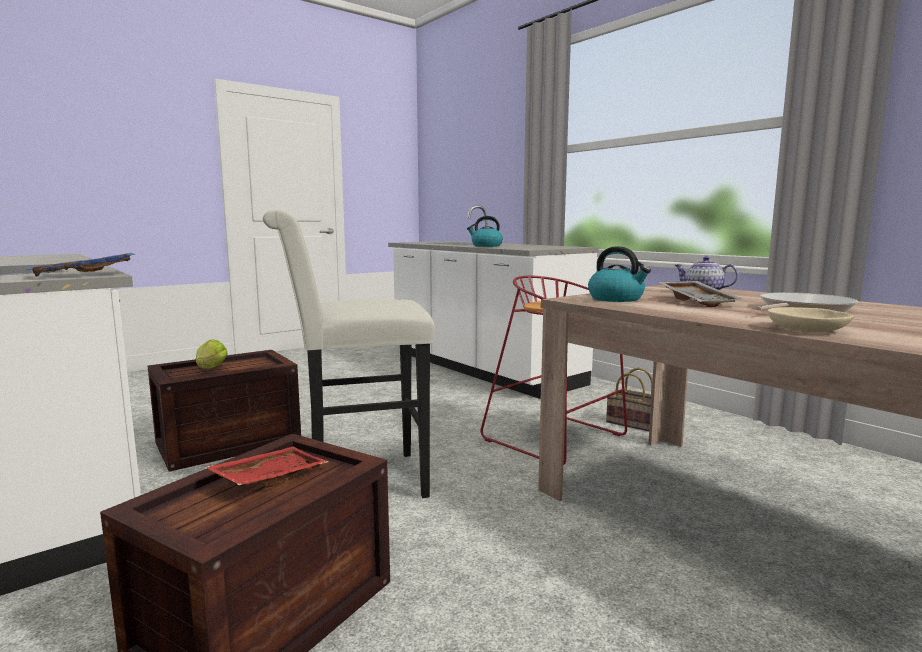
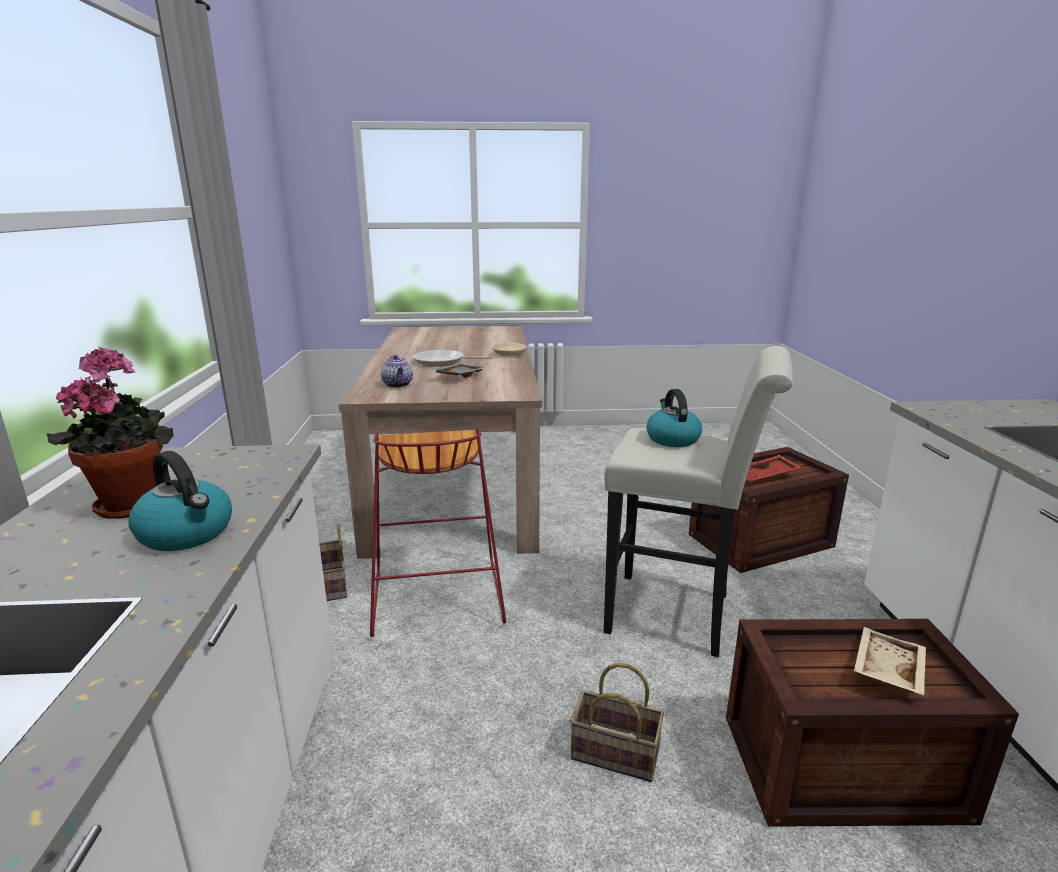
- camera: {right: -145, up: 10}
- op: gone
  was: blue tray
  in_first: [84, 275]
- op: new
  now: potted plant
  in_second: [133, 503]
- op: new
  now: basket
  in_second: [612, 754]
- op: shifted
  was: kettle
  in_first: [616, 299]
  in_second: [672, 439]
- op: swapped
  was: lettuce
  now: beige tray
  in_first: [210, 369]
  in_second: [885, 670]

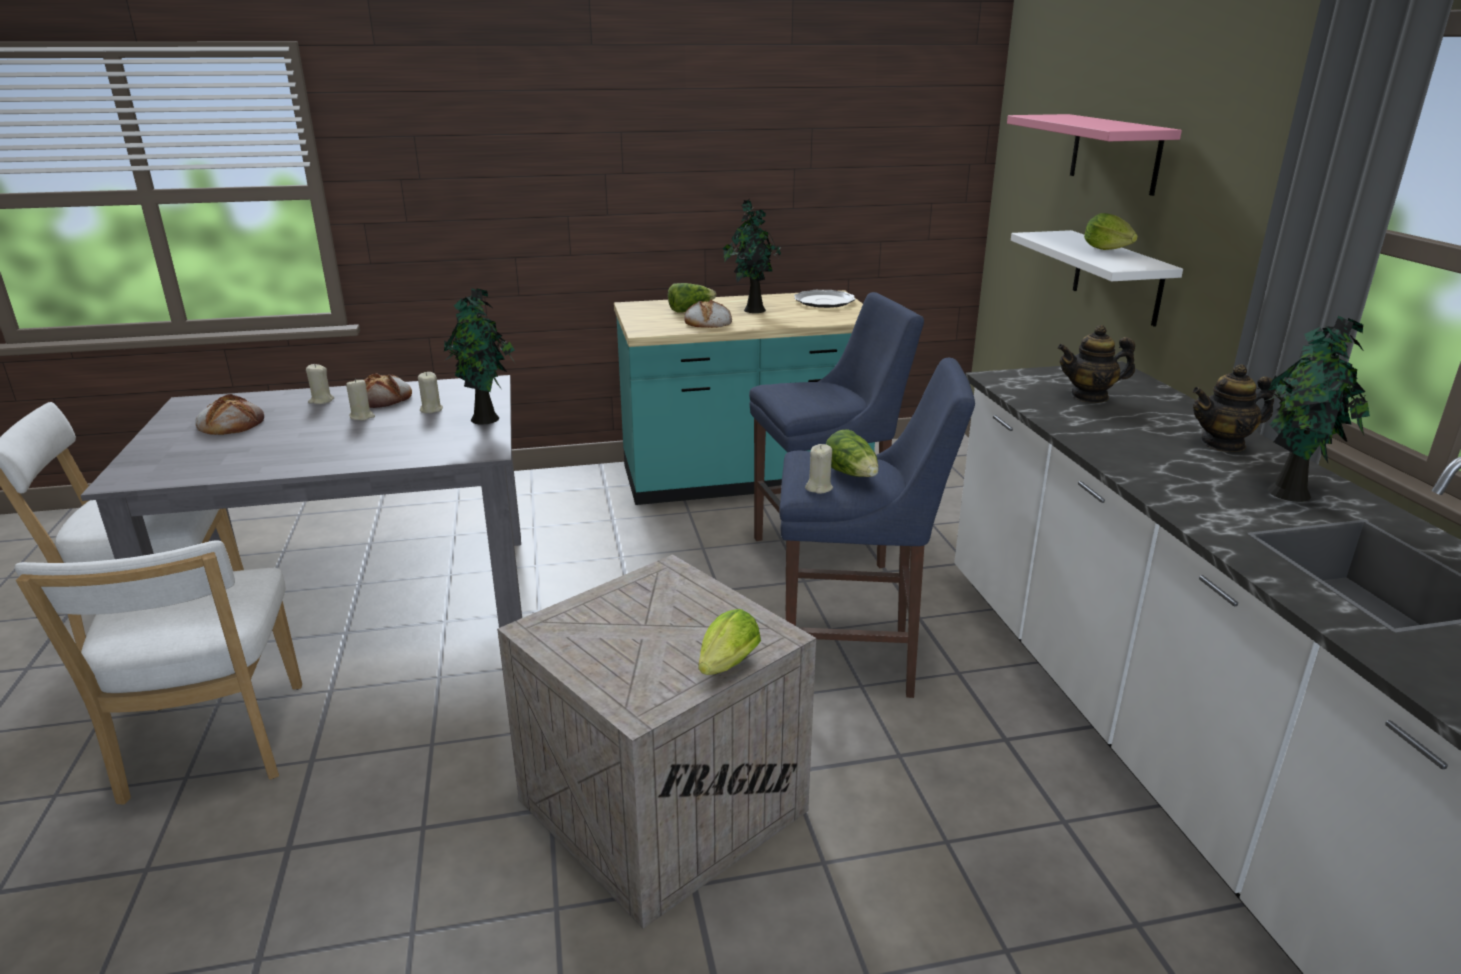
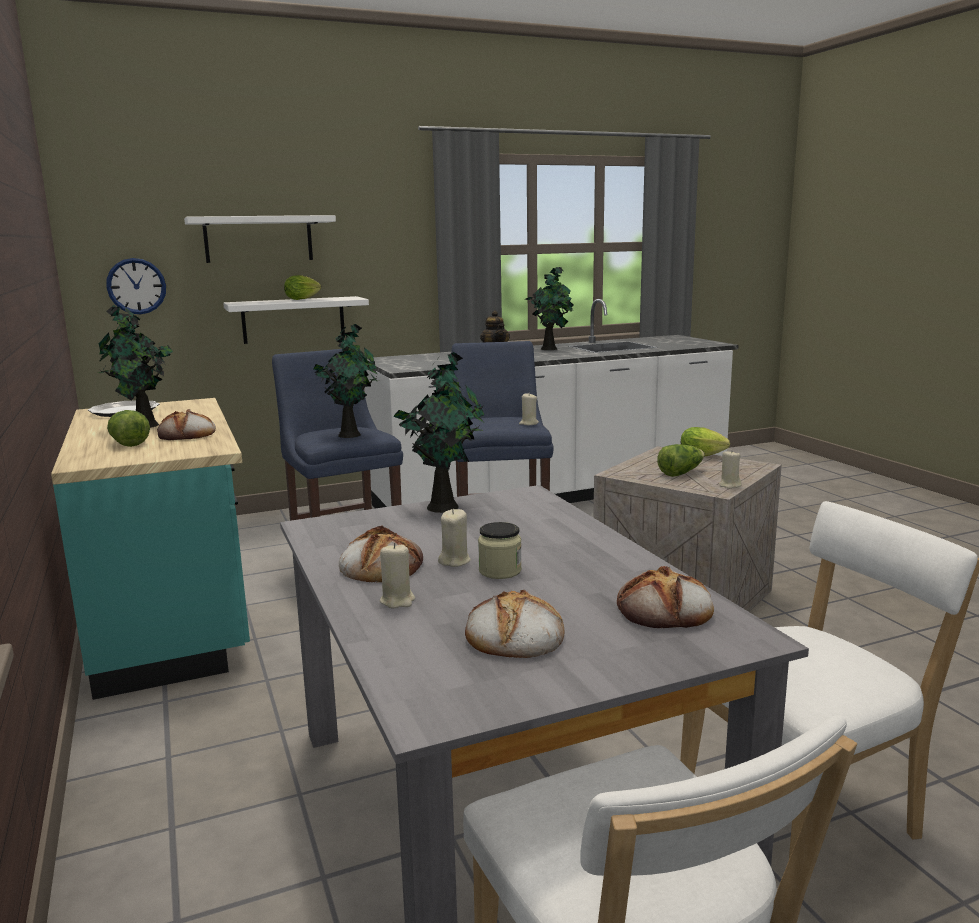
- camera: {right: -100, up: -10}
- op: gone
  was: teapot
  in_first: [1089, 396]
- op: new
  now: wall clock
  in_second: [136, 286]
- op: new
  now: potted plant
  in_second: [350, 434]
- op: new
  now: jar
  in_second: [500, 571]
- op: new
  now: bread
  in_second: [665, 610]
- op: shifted
  was: beige candle
  in_first: [431, 409]
  in_second: [729, 485]
- op: shifted
  was: lettuce
  in_first: [852, 475]
  in_second: [680, 473]
- op: repainted
  was: pink shelf
  now: white shelf
  in_first: [1115, 153]
  in_second: [258, 239]

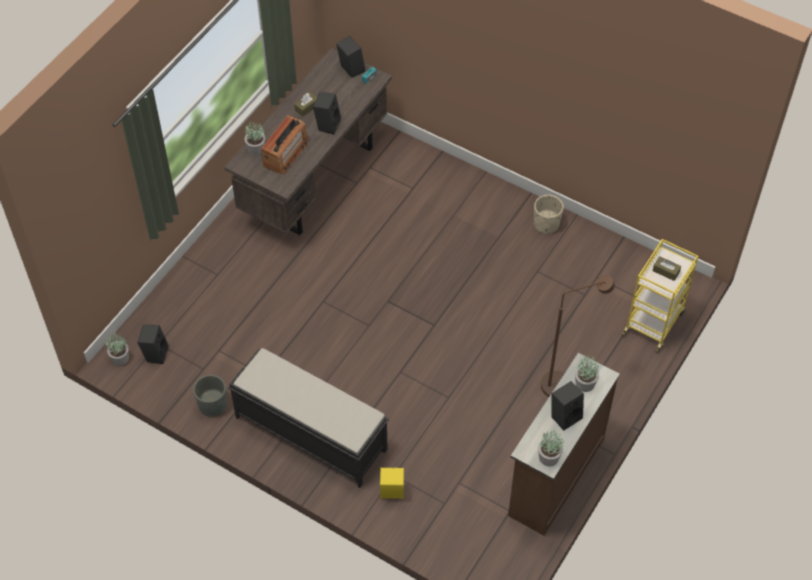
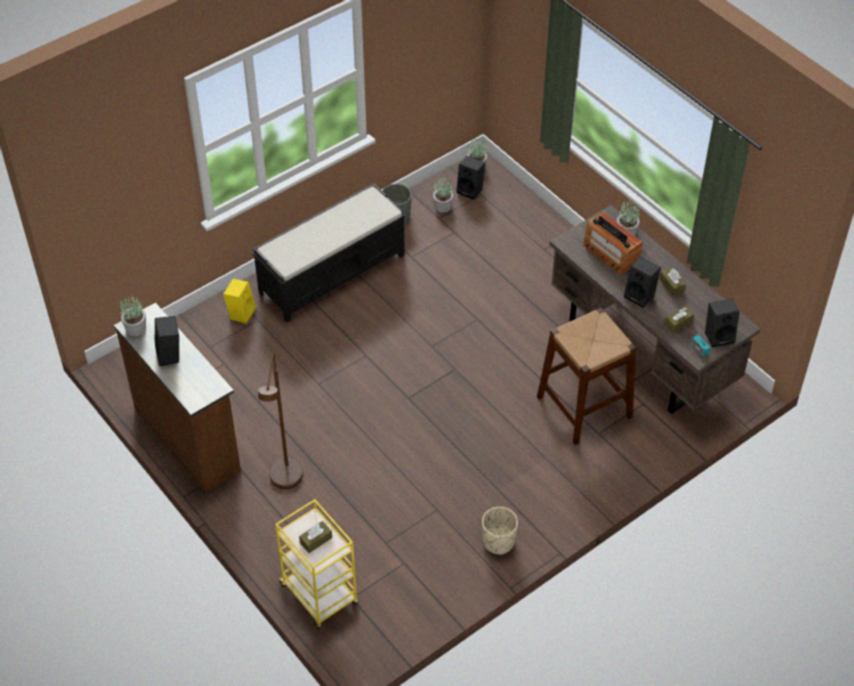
- camera: {right: 110, up: -5}
- op: new
  now: brown stool
  in_second: [584, 407]
- op: new
  now: brown tissue box
  in_second: [678, 323]
- op: shifted
  was: potted plant
  in_first: [584, 383]
  in_second: [443, 206]

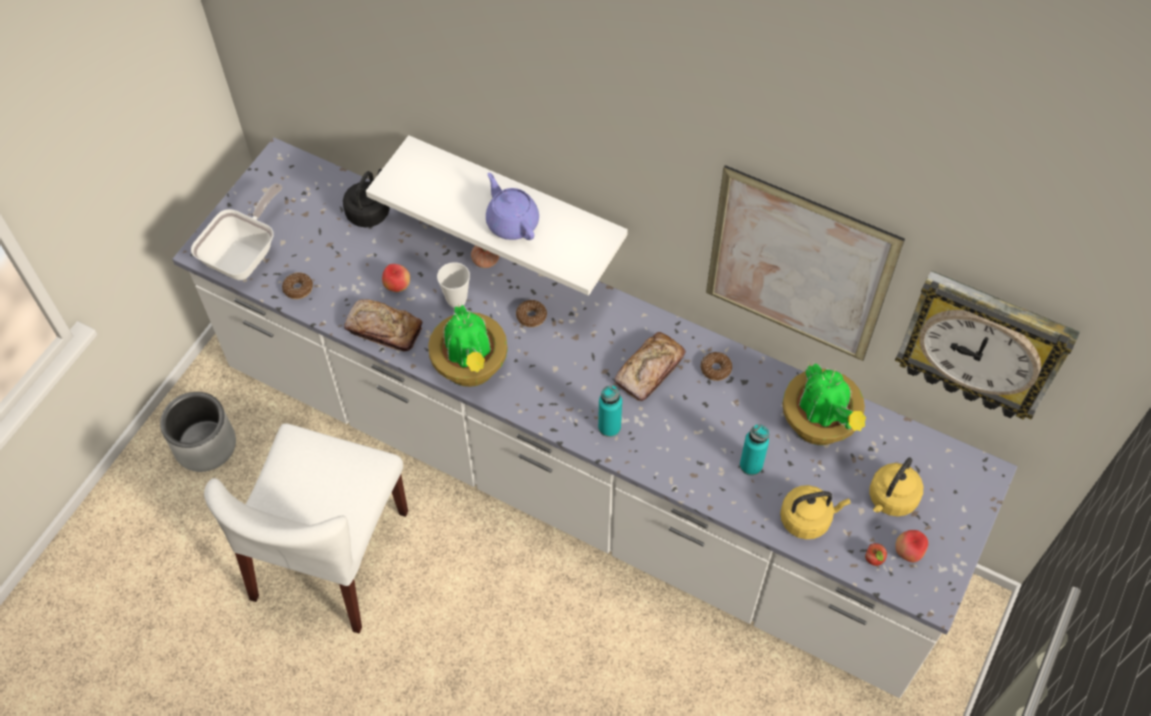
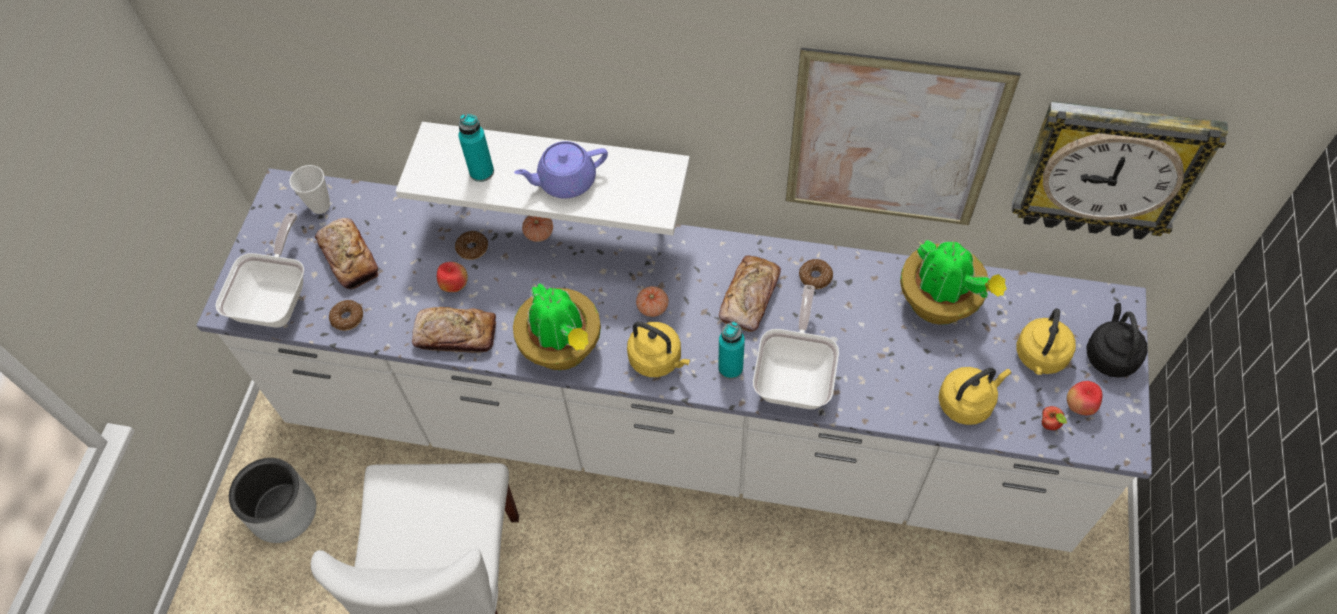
- camera: {right: -15, up: 0}
- op: new
  now: bread
  in_second: [349, 258]
- op: new
  now: yellow kettle
  in_second: [658, 360]
- op: new
  now: tomato
  in_second: [652, 307]
- op: new
  now: frying pan
  in_second: [796, 376]
- op: shifted
  was: black kettle
  in_first: [369, 211]
  in_second: [1110, 354]
- op: shifted
  was: cup
  in_first: [456, 300]
  in_second: [320, 206]
- op: shifted
  was: donut
  in_first: [531, 316]
  in_second: [472, 248]
- op: shifted
  was: turquoise bottle
  in_first: [751, 465]
  in_second: [481, 172]
- op: rotated
  was: purple teapot
  in_first: [512, 222]
  in_second: [565, 181]
  clockwise: -60

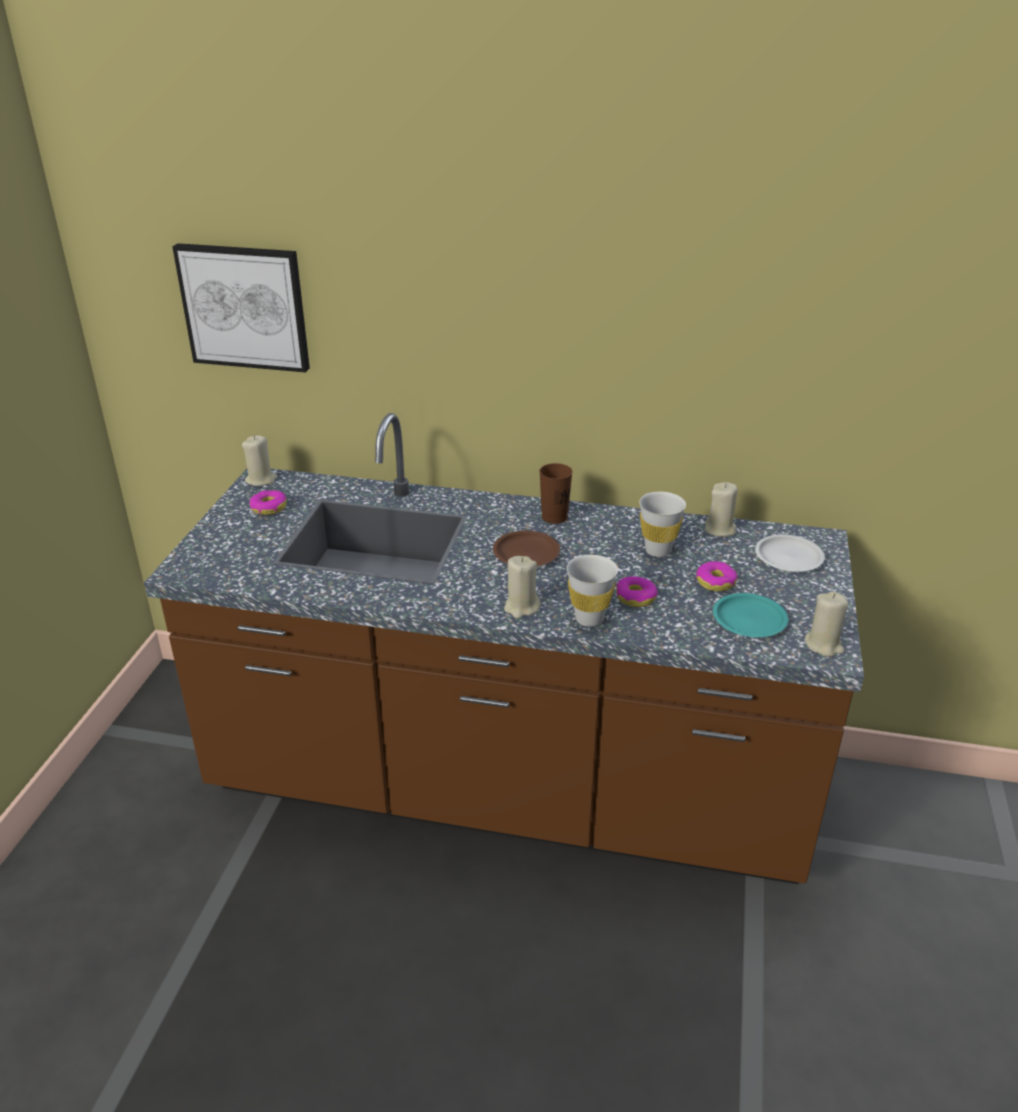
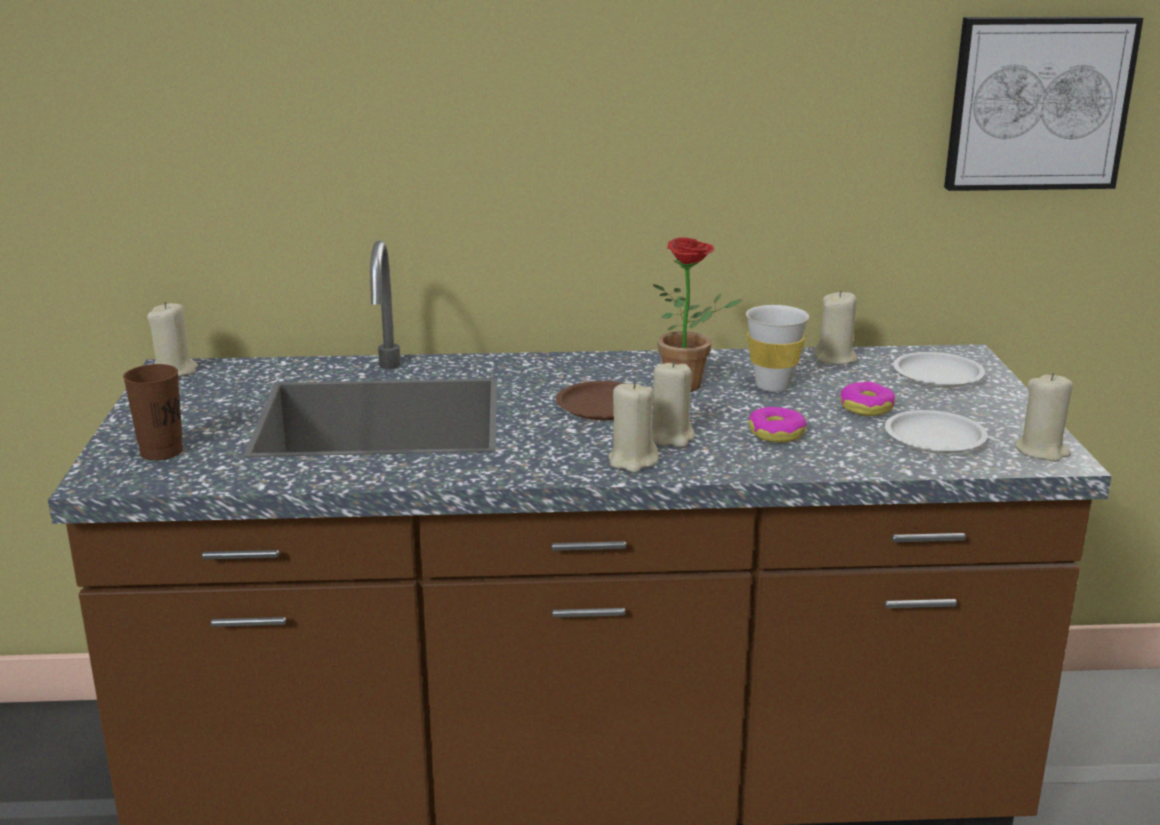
- camera: {right: -15, up: -10}
- op: gone
  was: donut
  in_first: [268, 508]
- op: gone
  was: white cup
  in_first: [589, 619]
- op: new
  now: beige candle
  in_second: [671, 437]
- op: new
  now: potted plant
  in_second: [691, 385]
- op: shifted
  was: picture
  in_first: [245, 307]
  in_second: [1038, 103]
- op: shifted
  was: brown cup
  in_first: [554, 517]
  in_second: [161, 451]
- op: repainted
  was: turquoise plate
  now: white plate
  in_first: [749, 620]
  in_second: [934, 438]

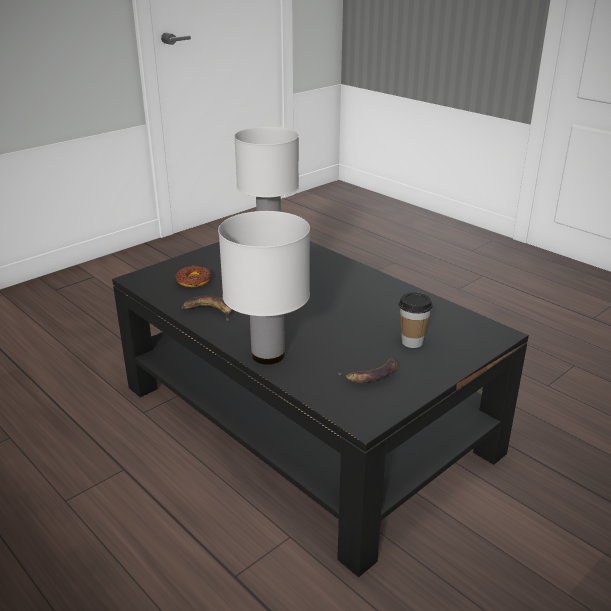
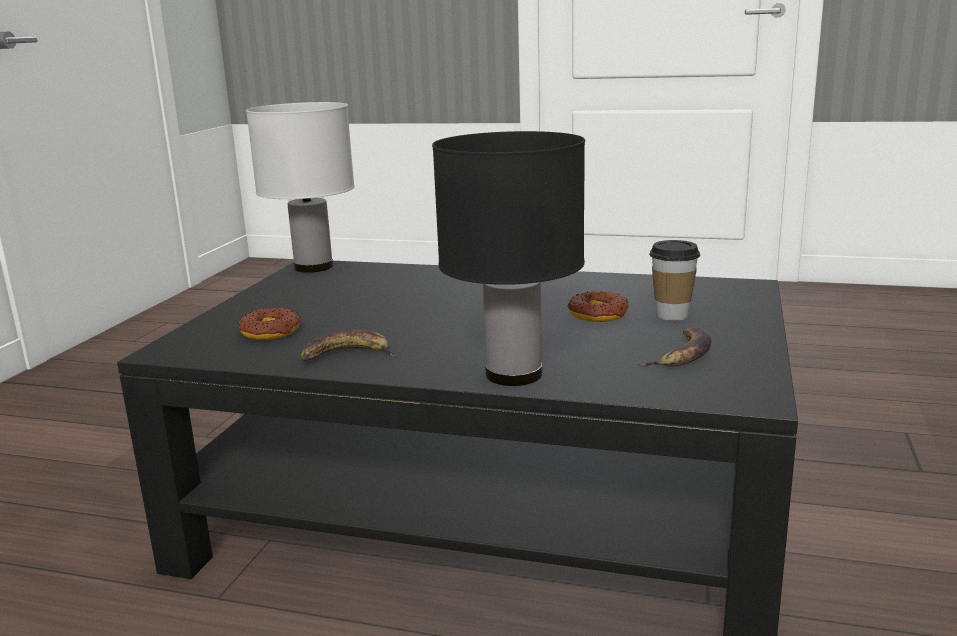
- camera: {right: -30, up: -10}
- op: new
  now: donut
  in_second: [598, 314]
- op: repainted
  was: white table lamp
  now: black table lamp
  in_first: [268, 355]
  in_second: [515, 375]

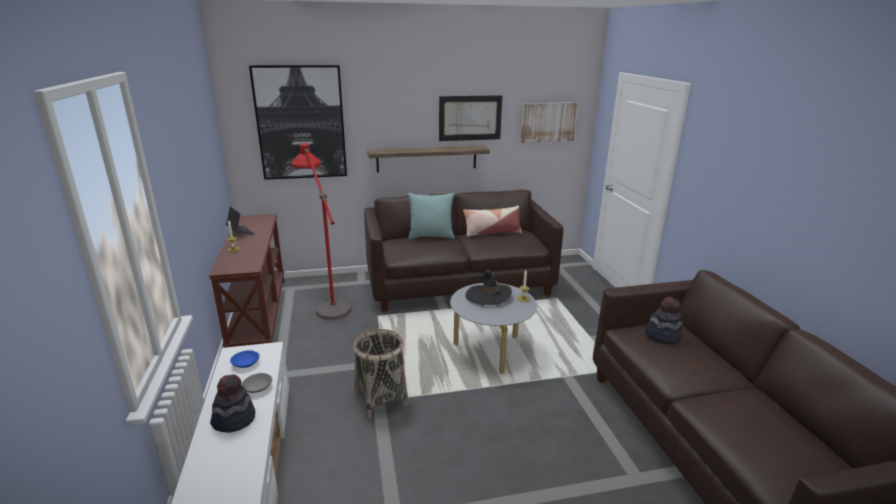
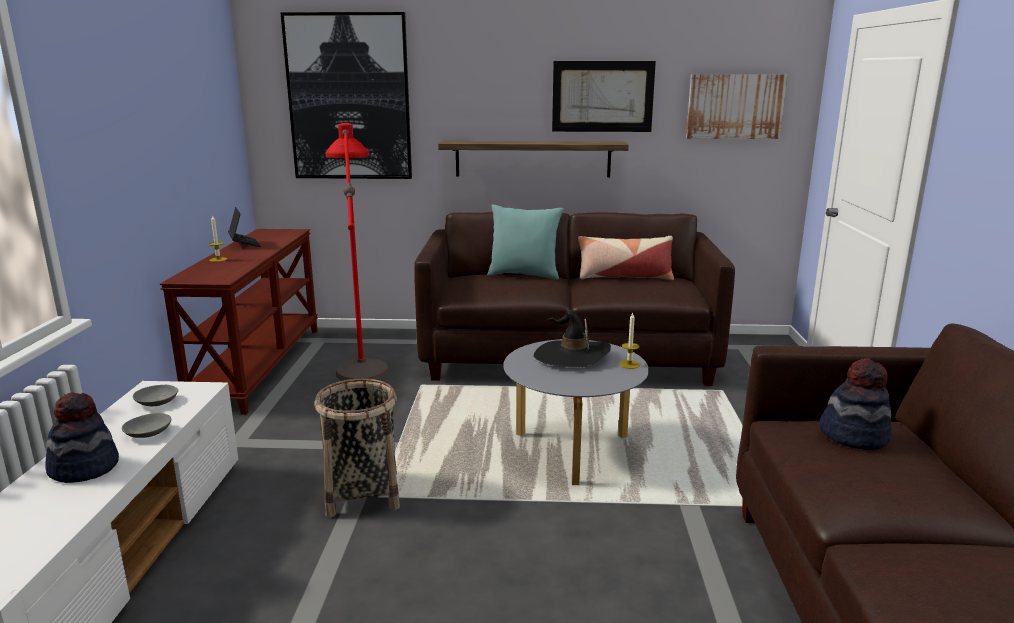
- camera: {right: 15, up: -5}
- op: repainted
  was: blue bowl
  now: grey bowl
  in_first: [246, 363]
  in_second: [157, 402]

